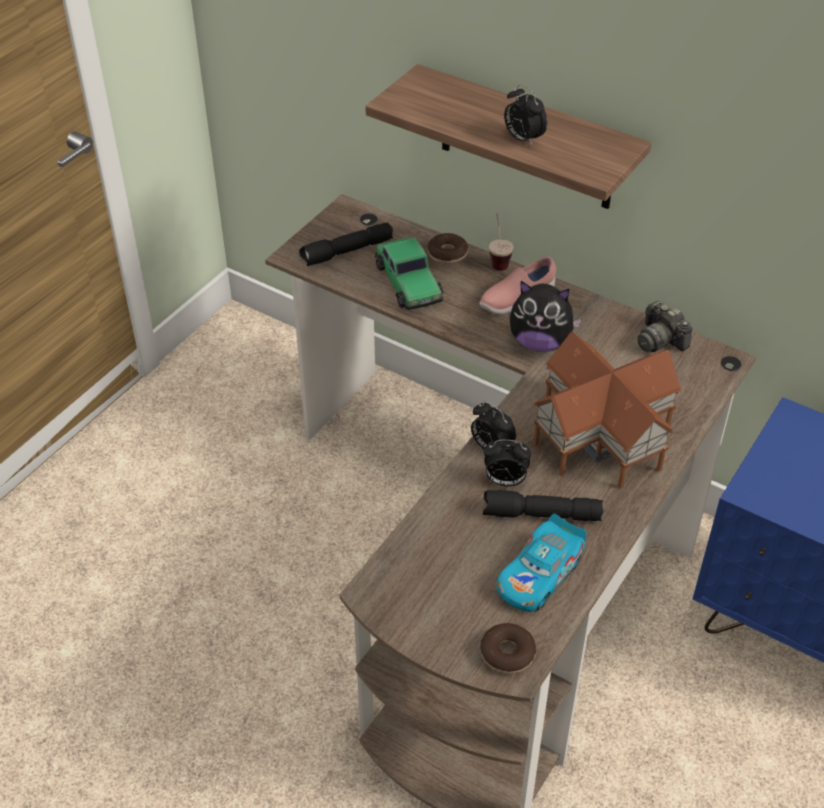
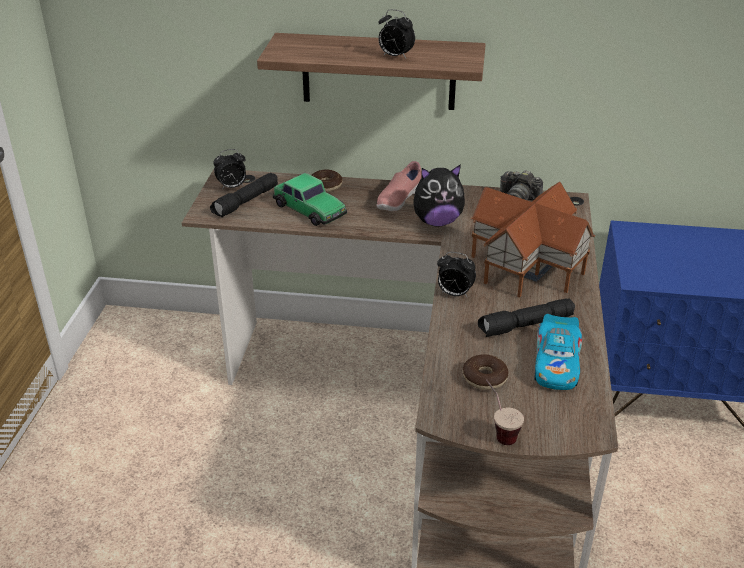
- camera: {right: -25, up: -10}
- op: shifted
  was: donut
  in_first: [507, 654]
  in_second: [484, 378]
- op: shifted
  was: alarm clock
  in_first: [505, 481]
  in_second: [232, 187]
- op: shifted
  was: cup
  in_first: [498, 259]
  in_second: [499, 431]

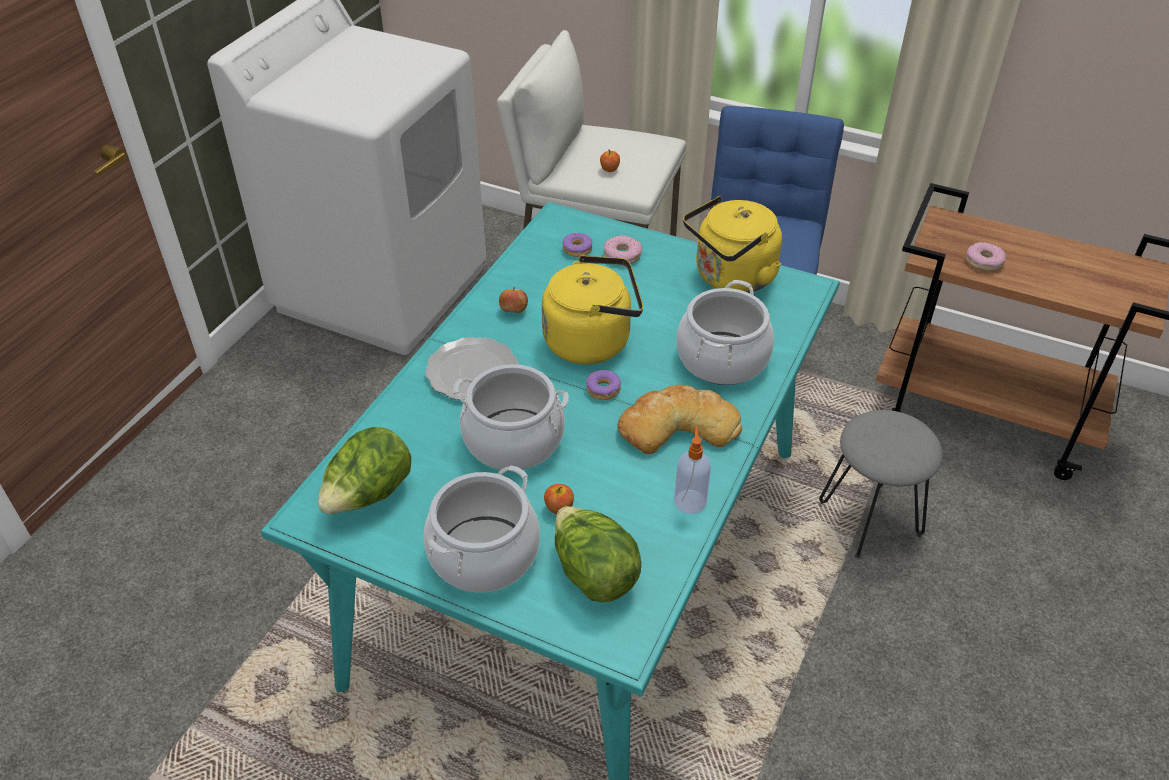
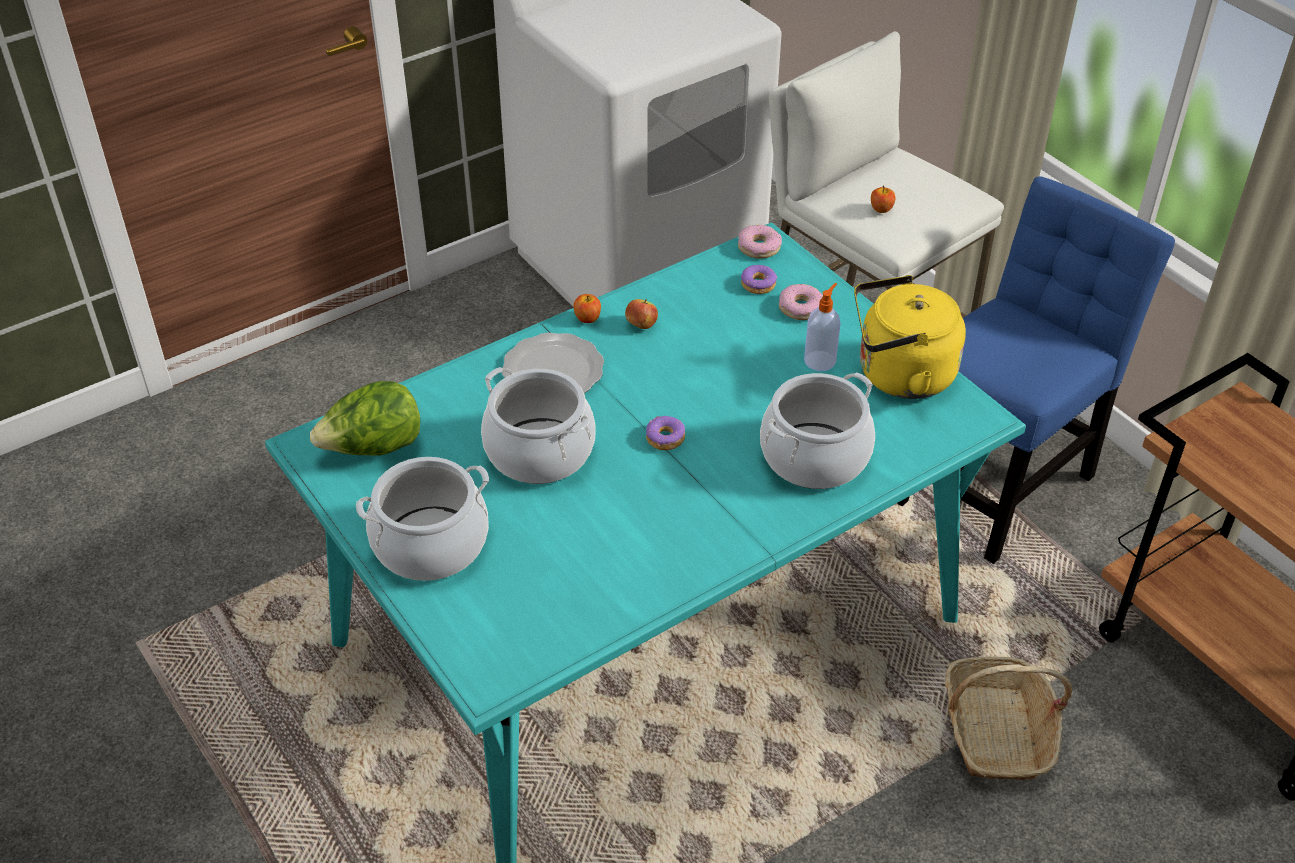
- camera: {right: 30, up: 0}
- op: gone
  was: yellow kettle
  in_first: [592, 341]
- op: gone
  was: lettuce
  in_first: [593, 574]
- op: gone
  was: bread
  in_first: [677, 426]
- op: shifted
  was: apple
  in_first: [559, 508]
  in_second: [587, 318]
- op: shifted
  was: soap dispenser
  in_first: [690, 500]
  in_second: [820, 360]
- op: shifted
  was: donut
  in_first: [984, 261]
  in_second: [759, 247]
- op: swapped
  was: grey stool
  now: basket
  in_first: [870, 520]
  in_second: [997, 732]

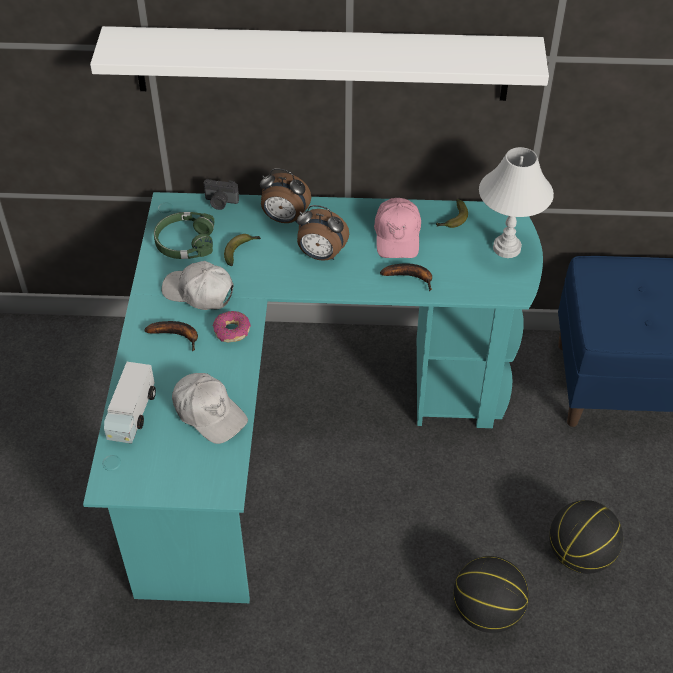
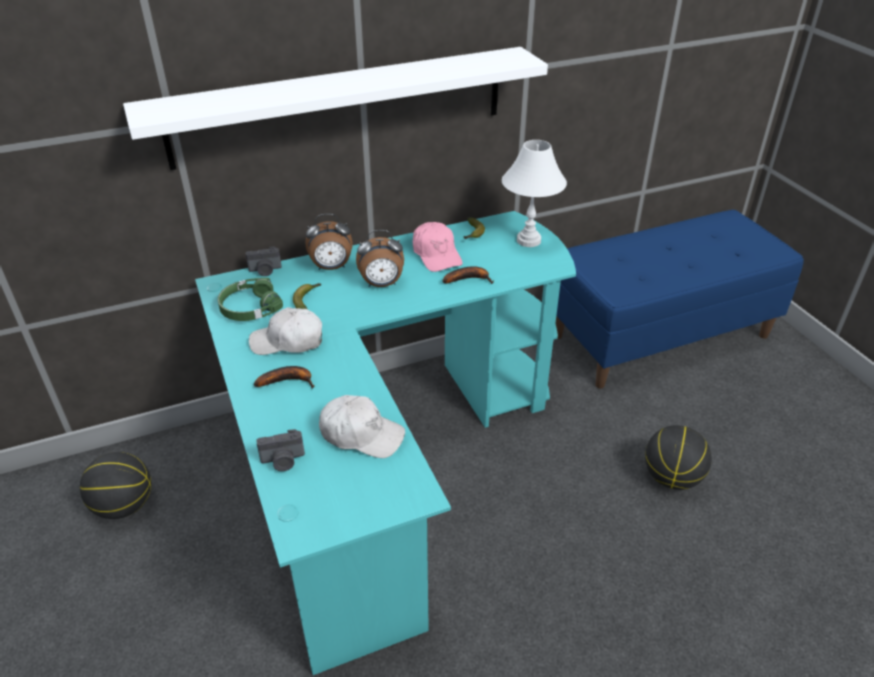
- camera: {right: -25, up: -10}
- op: gone
  was: donut
  in_first: [232, 331]
- op: shifted
  was: basketball
  in_first: [487, 611]
  in_second: [124, 505]
- op: swapped
  was: toy truck
  now: photo camera
  in_first: [131, 414]
  in_second: [283, 461]

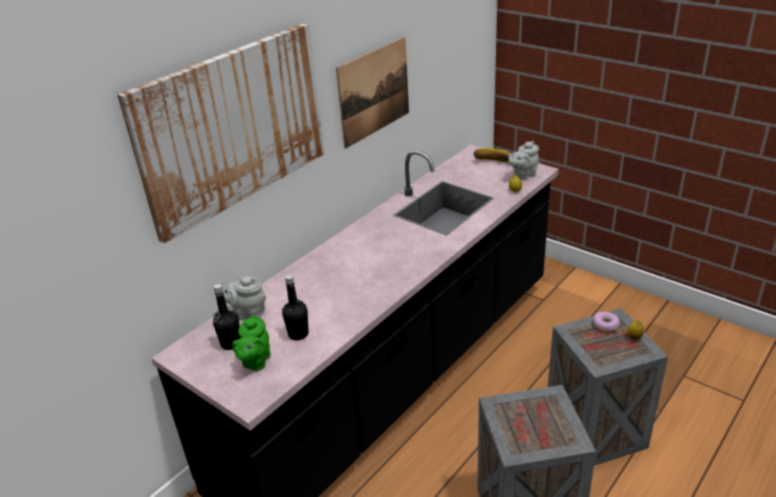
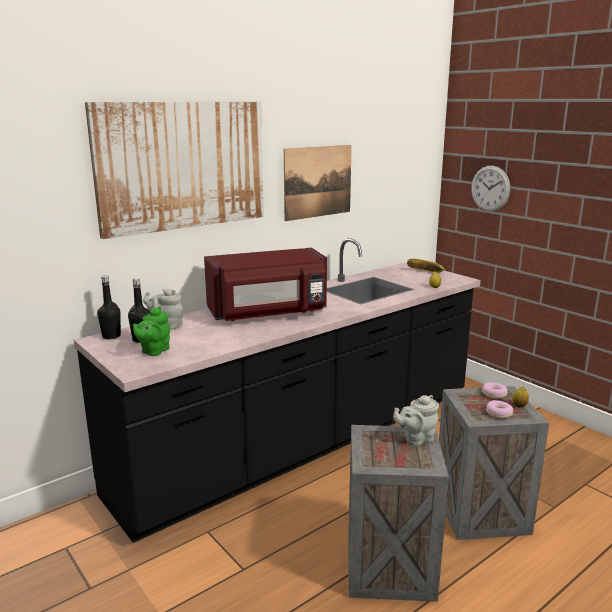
- camera: {right: 10, up: -15}
- op: new
  now: red microwave
  in_second: [268, 313]
- op: new
  now: wall clock
  in_second: [490, 188]
- op: new
  now: donut
  in_second: [499, 413]
- op: shifted
  was: black bottle
  in_first: [298, 334]
  in_second: [111, 336]
- op: shifted
  was: grey teapot
  in_first: [523, 175]
  in_second: [416, 439]

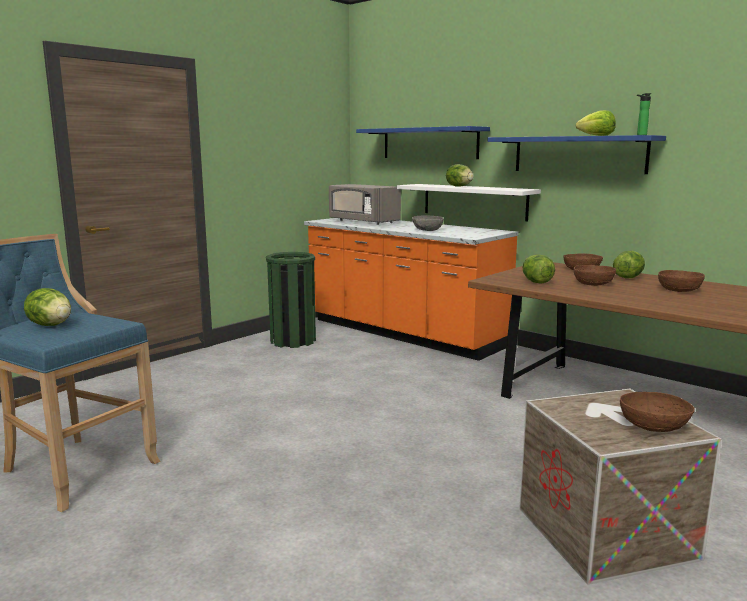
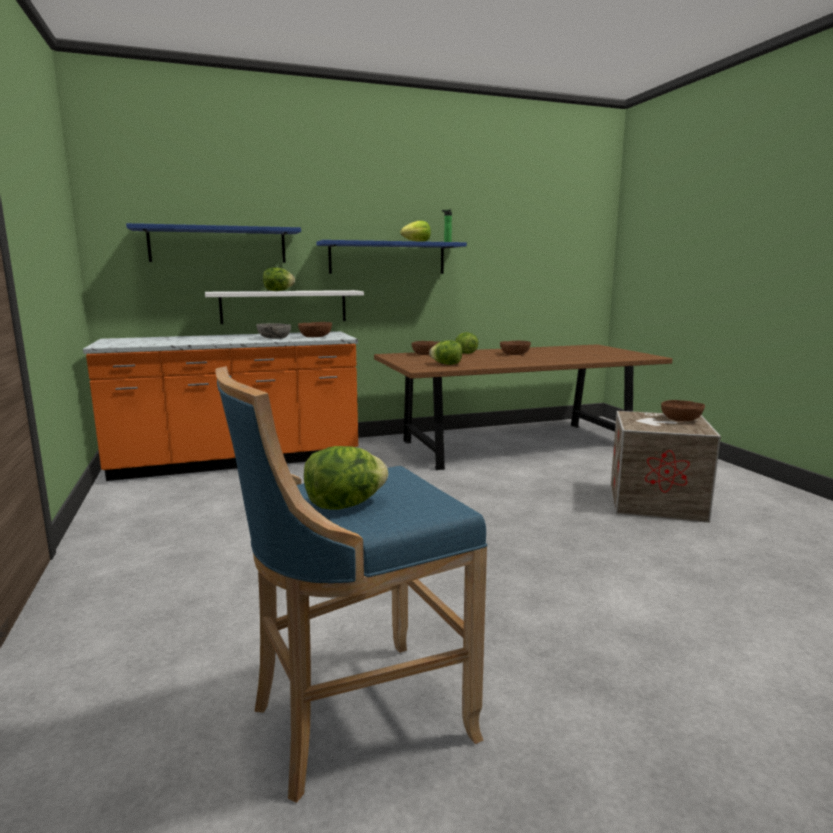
- camera: {right: -60, up: 0}
- op: gone
  was: green trash can
  in_first: [293, 341]
- op: gone
  was: grey microwave
  in_first: [363, 221]
- op: shifted
  was: brown bowl
  in_first: [593, 284]
  in_second: [315, 336]

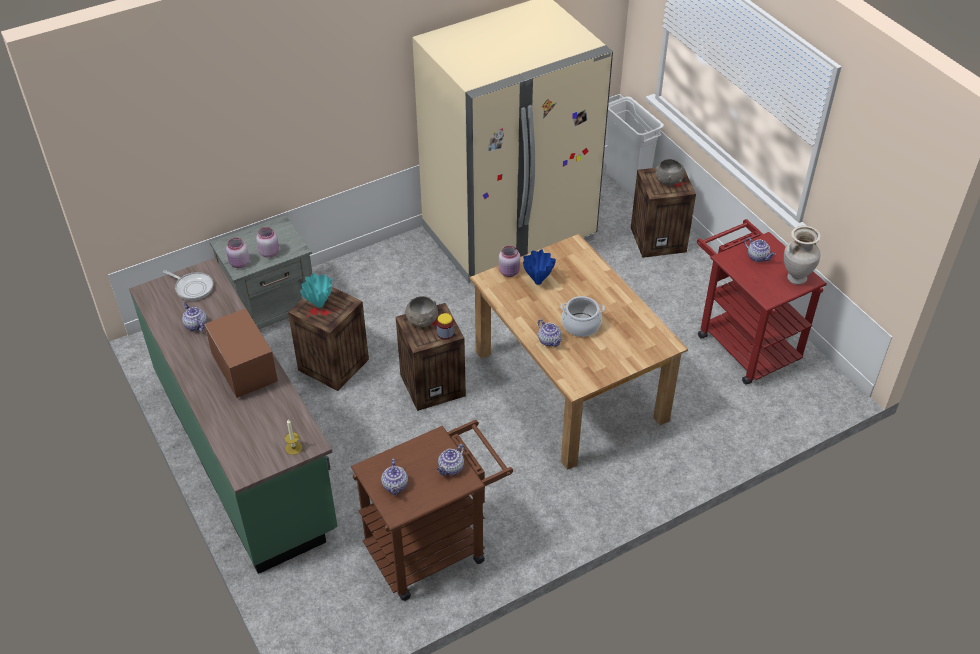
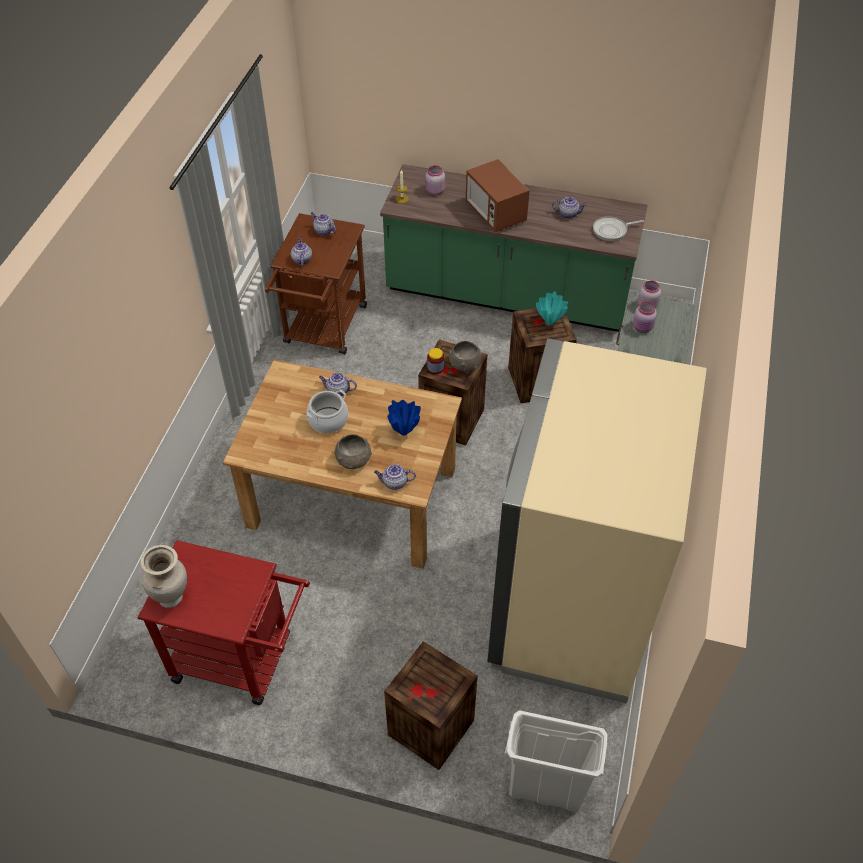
- camera: {right: 135, up: 5}
- op: shifted
  was: pink jar
  in_first: [510, 272]
  in_second: [434, 191]
- op: shifted
  was: grey bowl
  in_first: [668, 180]
  in_second: [354, 460]
- op: shifted
  was: teapot
  in_first: [758, 257]
  in_second: [394, 483]
- op: rotated
  was: microwave
  in_first: [245, 370]
  in_second: [495, 213]
  clockwise: 45

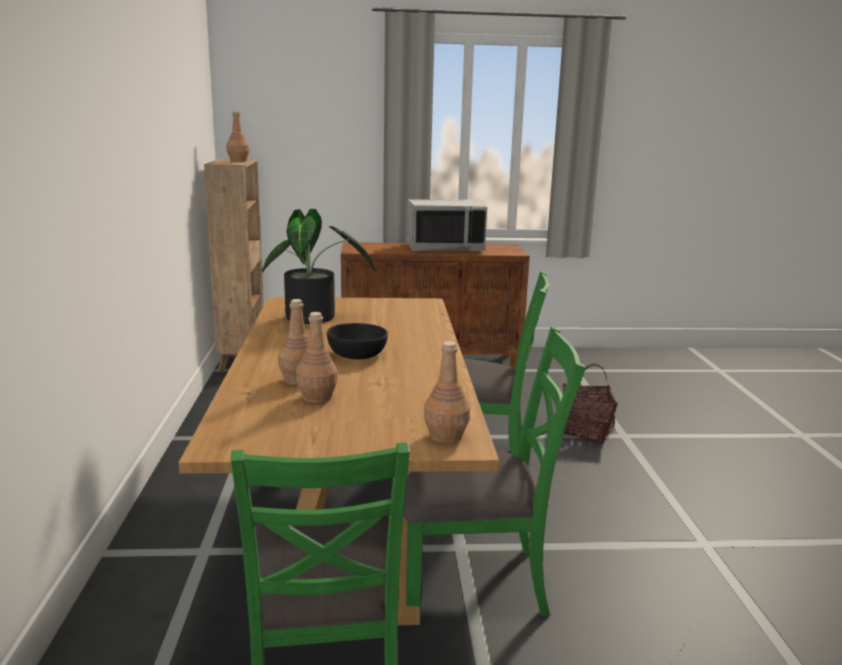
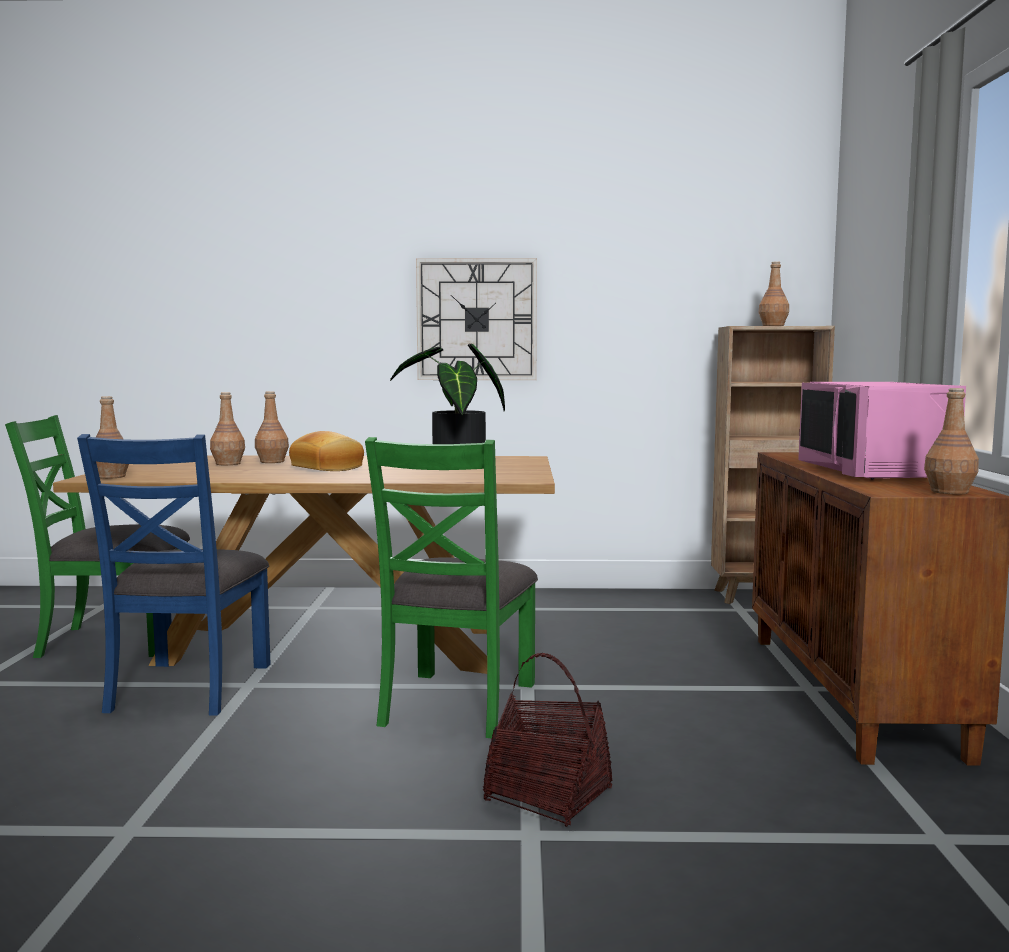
- camera: {right: 95, up: -10}
- op: new
  now: wall clock
  in_second: [476, 319]
- op: new
  now: brown bottle
  in_second: [948, 491]
- op: swapped
  was: black bowl
  now: bread
  in_first: [357, 354]
  in_second: [328, 468]
- op: repainted
  was: green chair
  now: blue chair
  in_first: [475, 580]
  in_second: [188, 687]
- op: repainted
  was: grey microwave
  now: pink microwave
  in_first: [444, 248]
  in_second: [876, 472]

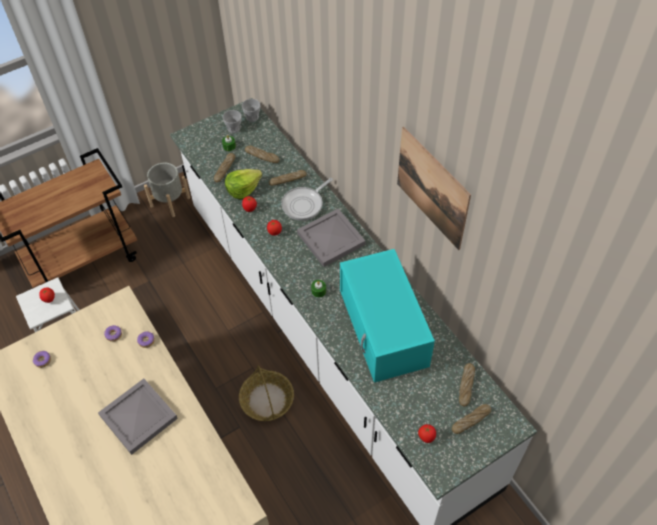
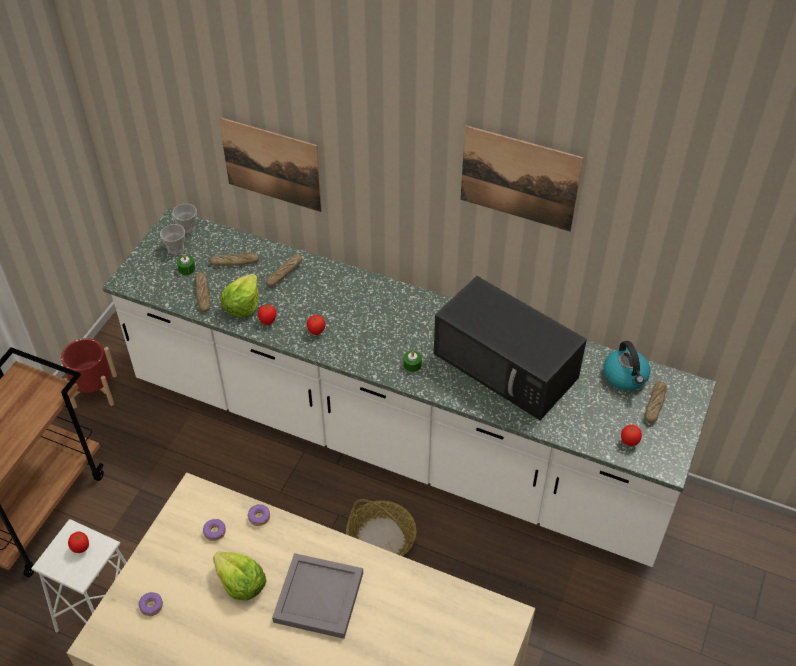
- camera: {right: -35, up: -5}
- op: gone
  was: frying pan
  in_first: [304, 204]
- op: gone
  was: grey tray
  in_first: [330, 240]
- op: new
  now: lettuce
  in_second: [241, 583]
- op: new
  now: picture
  in_second: [271, 164]
- op: swapped
  was: bread
  now: kettle
  in_first: [466, 386]
  in_second: [625, 377]
- op: repainted
  was: grey planter
  now: red planter
  in_first: [170, 202]
  in_second: [94, 391]
- op: repainted
  was: turquoise microwave
  now: black microwave
  in_first: [384, 329]
  in_second: [507, 366]

